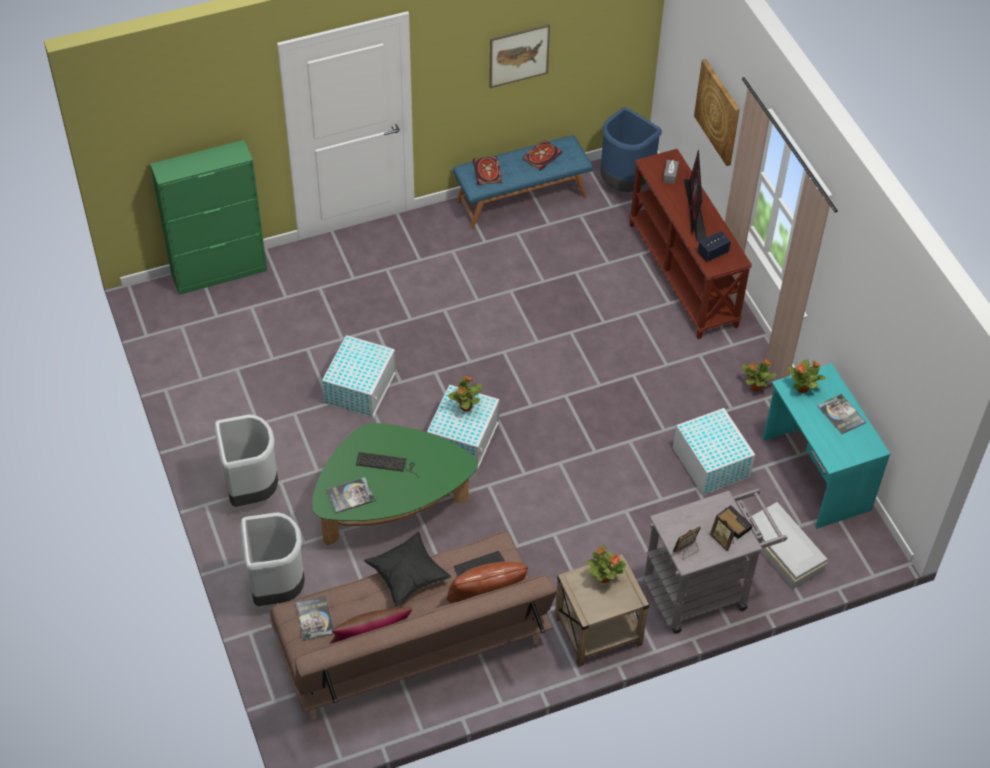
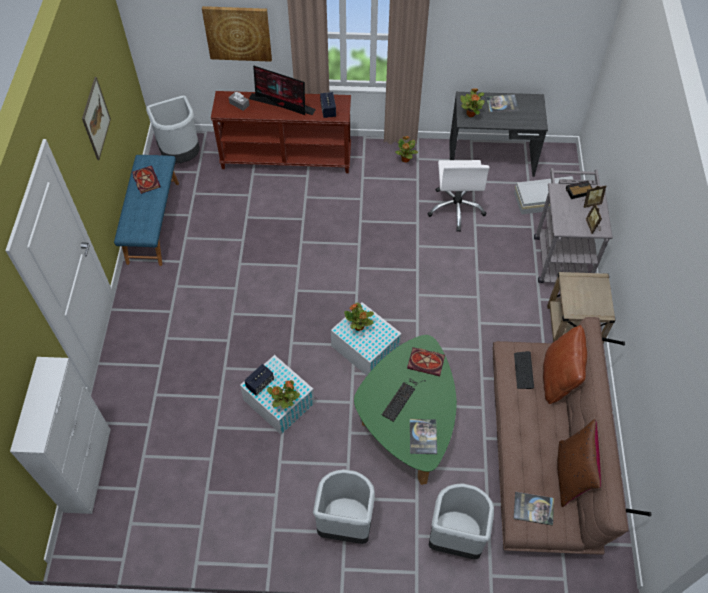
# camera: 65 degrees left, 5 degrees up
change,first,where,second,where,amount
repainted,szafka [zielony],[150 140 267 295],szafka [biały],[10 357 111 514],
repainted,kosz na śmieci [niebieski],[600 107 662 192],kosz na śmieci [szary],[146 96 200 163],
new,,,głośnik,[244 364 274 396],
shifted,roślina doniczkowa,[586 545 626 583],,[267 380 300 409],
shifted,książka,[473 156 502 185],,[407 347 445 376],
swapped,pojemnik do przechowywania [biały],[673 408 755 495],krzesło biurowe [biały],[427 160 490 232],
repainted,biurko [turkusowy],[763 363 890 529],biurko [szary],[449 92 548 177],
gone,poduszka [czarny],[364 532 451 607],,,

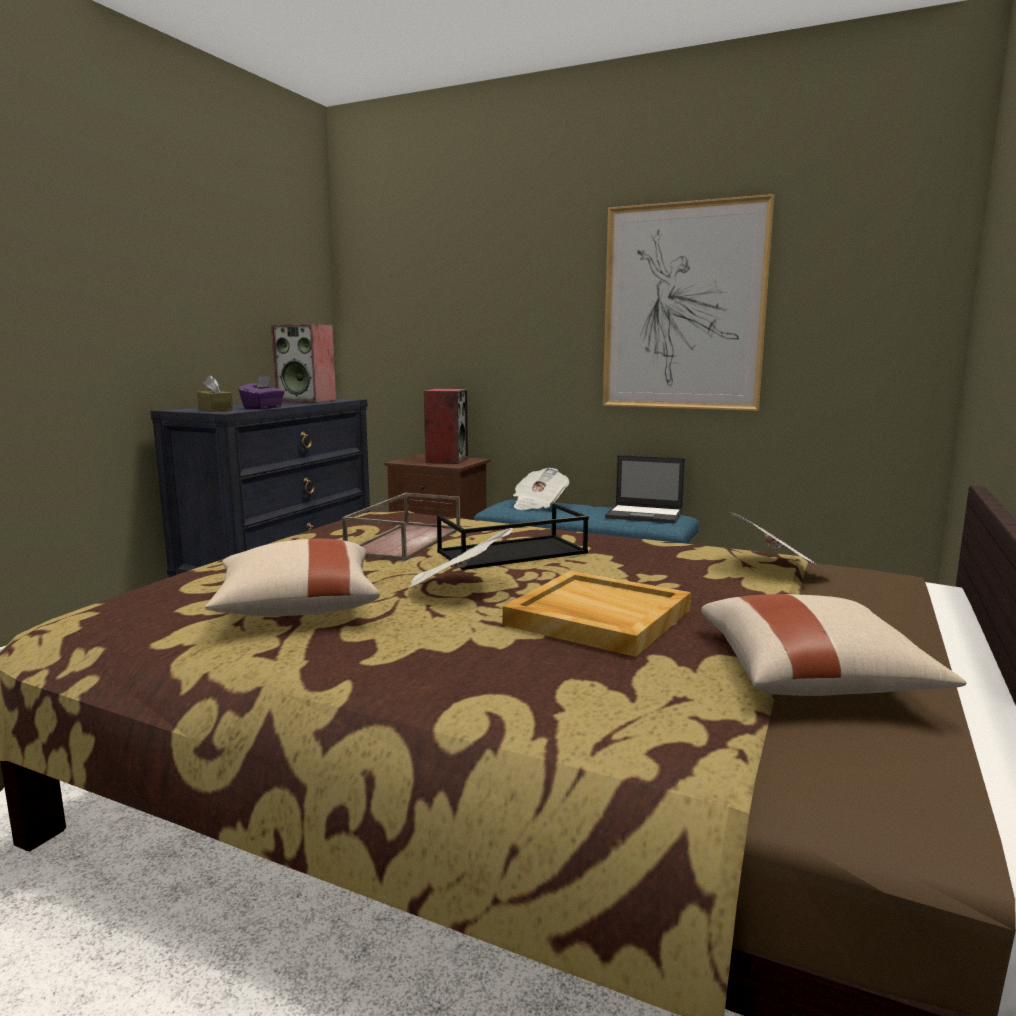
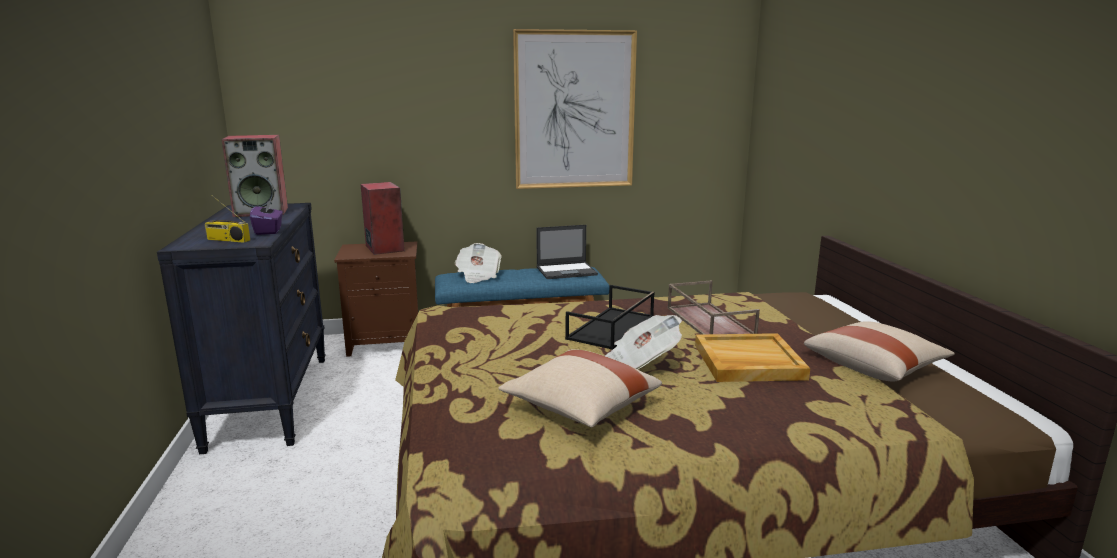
# camera: 35 degrees left, 5 degrees up
change,first,where,second,where,amount
swapped,pudełko chusteczek [brązowy],[197 375 233 411],radio,[204 195 250 243],
shifted,taca [brązowy],[342 493 460 561],,[668 280 760 334],
gone,gazeta,[730 512 834 571],,,

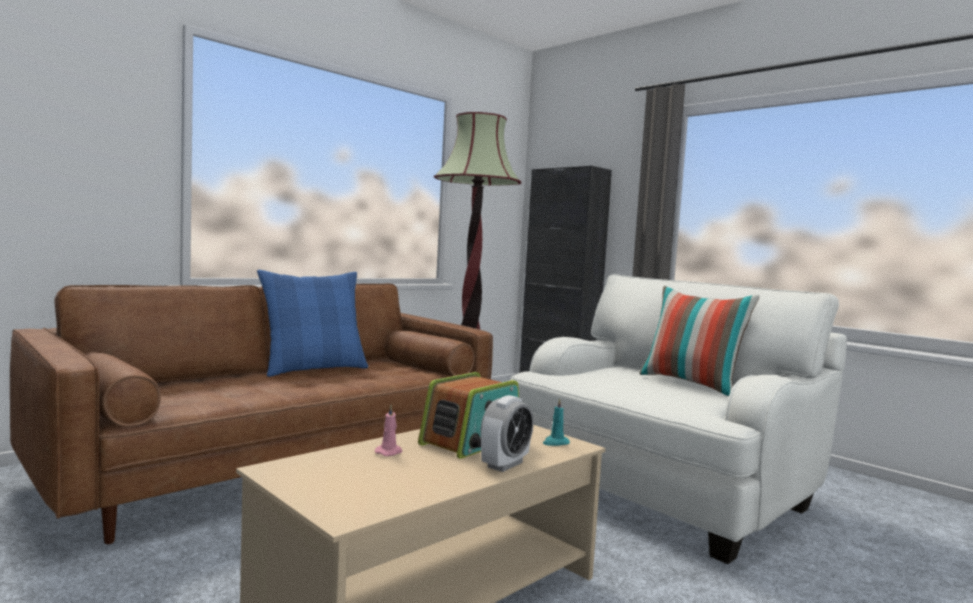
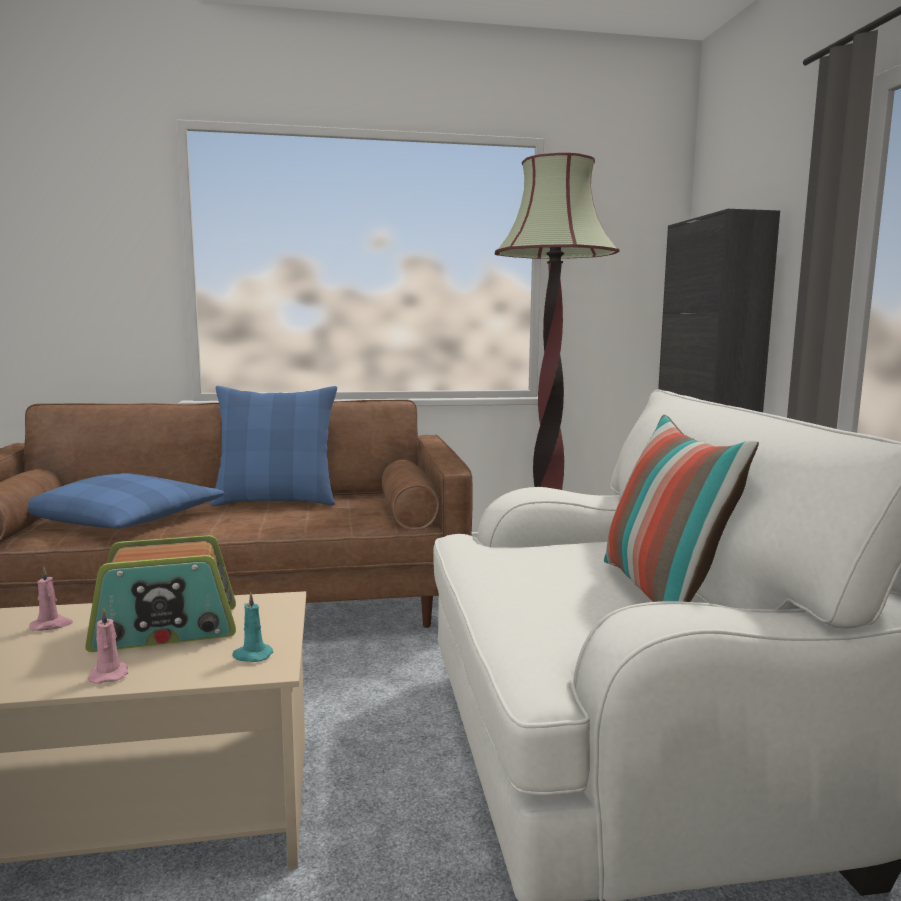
# camera: 35 degrees right, 5 degrees up
change,first,where,second,where,amount
new,,,poduszka [niebieski],[28 473 225 529],
swapped,budzik,[480 395 534 472],świeca [różowy],[88 608 128 684],

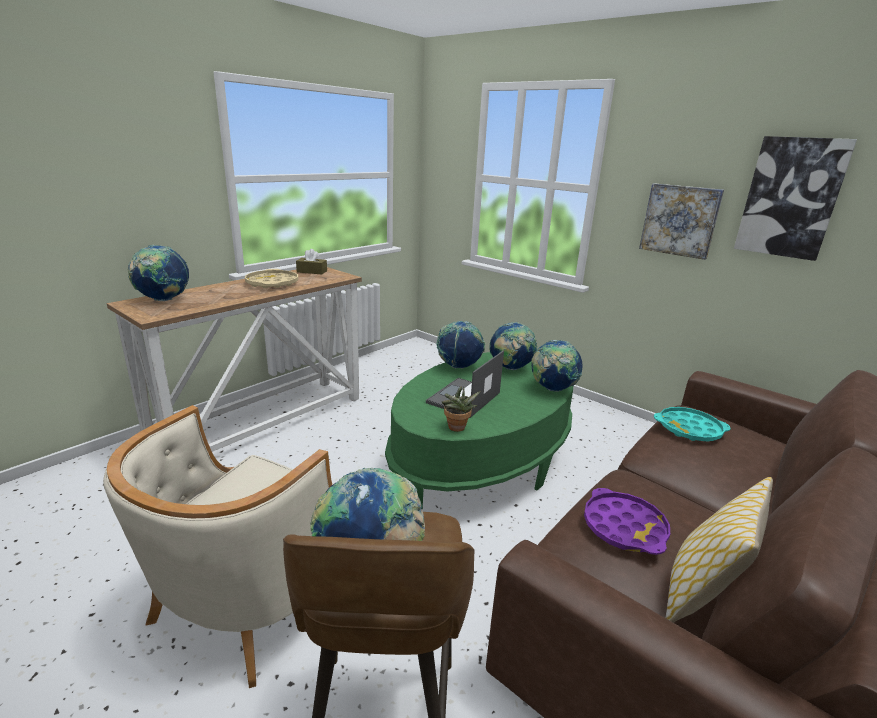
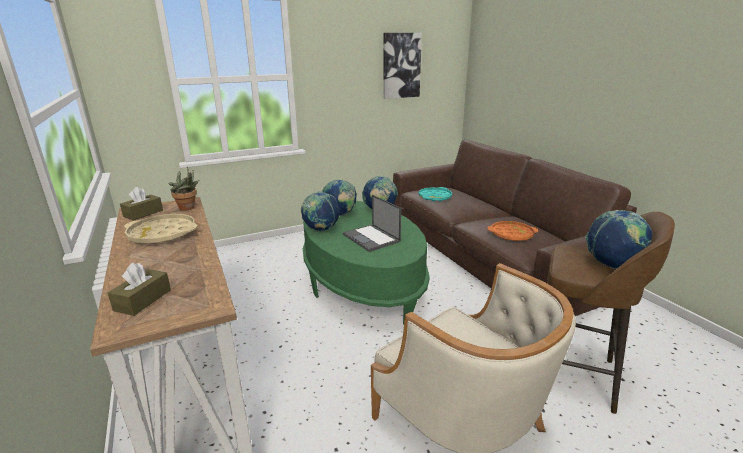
# camera: 65 degrees left, 0 degrees up
change,first,where,second,where,amount
swapped,globus,[128 245 189 301],pudełko chusteczek [brązowy],[108 263 171 316],
shifted,roślina doniczkowa,[441 387 480 432],,[168 167 199 211],
repainted,taca [fioletowy],[584 488 670 555],taca [pomarańczowy],[487 221 539 241],
gone,obraz,[639 183 724 260],,,
gone,poduszka,[665 477 773 623],,,

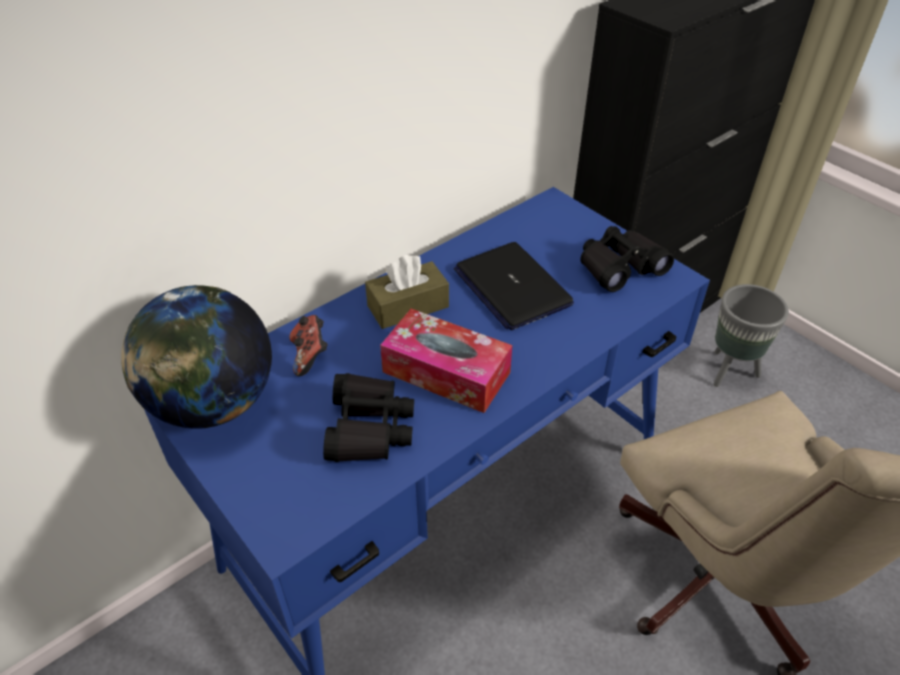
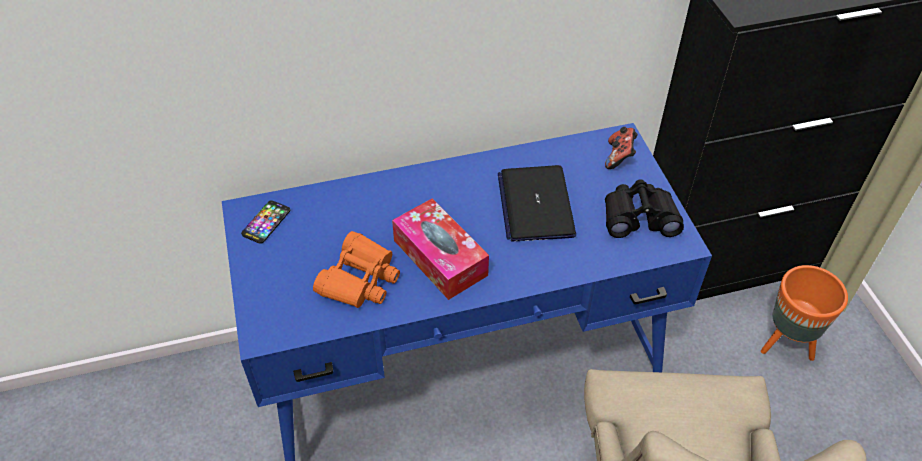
# camera: 25 degrees right, 5 degrees up
change,first,where,second,where,amount
swapped,globus,[121 285 272 429],telefon,[241 200 290 244],
repainted,lornetka [czarny],[323 373 414 462],lornetka [pomarańczowy],[313 231 400 308],
shifted,pad do gier,[289 315 328 376],,[605 127 638 169],
repainted,donica [szary],[713 284 789 387],donica [pomarańczowy],[761 265 848 361],
gone,pudełko chusteczek [brązowy],[365 255 449 329],,,

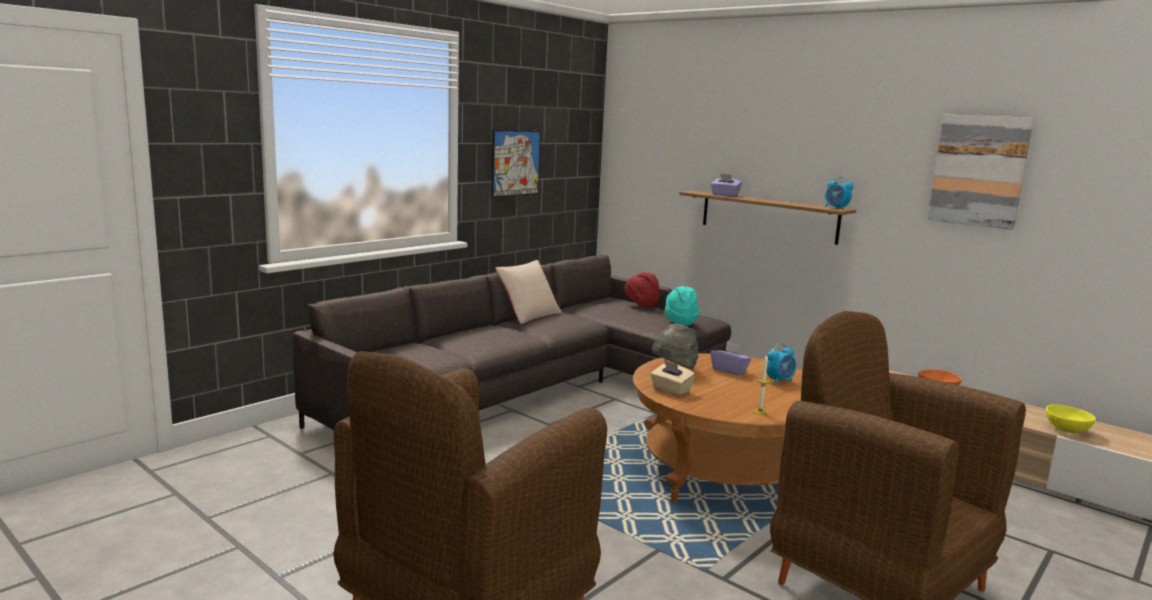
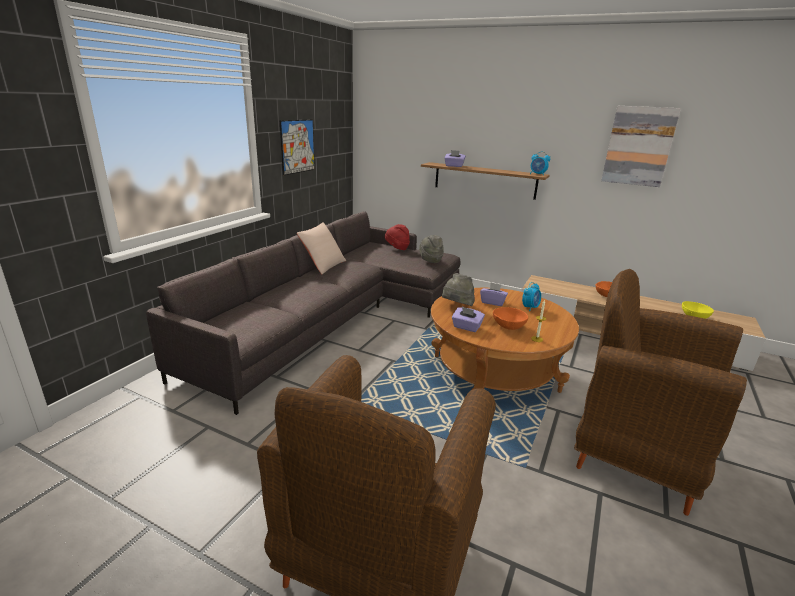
# camera: 15 degrees left, 10 degrees up
change,first,where,second,where,amount
repainted,kapelusz [turkusowy],[665 286 699 326],kapelusz [szary],[419 235 444 263],
repainted,pudełko chusteczek [beżowy],[650 360 695 396],pudełko chusteczek [fioletowy],[452 307 485 332],
new,,,miska [pomarańczowy],[493 307 528 330],

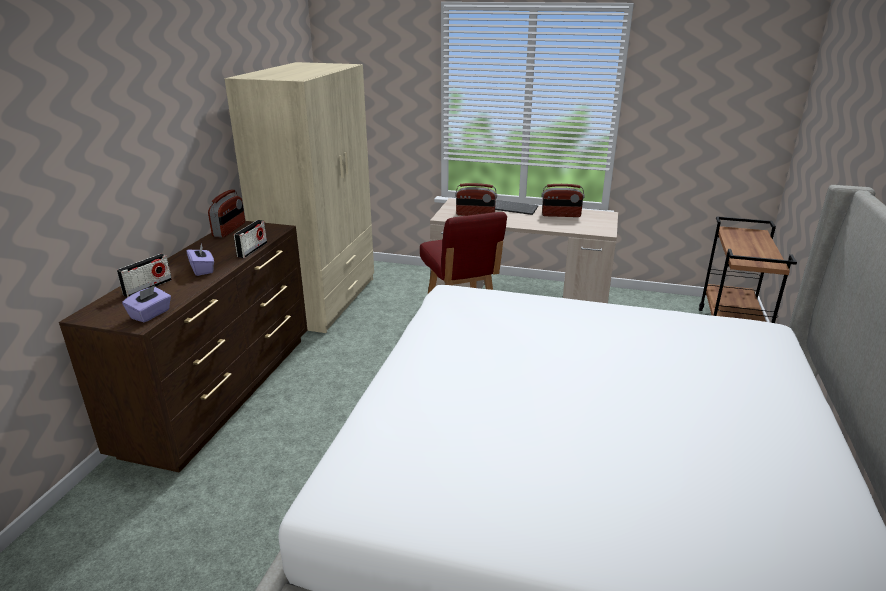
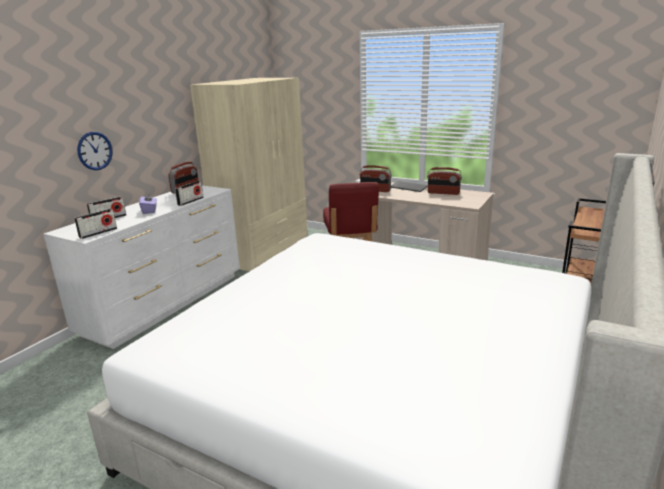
# camera: 15 degrees right, 5 degrees down
change,first,where,second,where,amount
repainted,komoda [brązowy],[59 221 307 473],komoda [biały],[43 185 240 349],
swapped,pudełko chusteczek [fioletowy],[122 285 171 322],radio,[74 209 117 239],
new,,,zegar ścienny,[77 132 113 170],

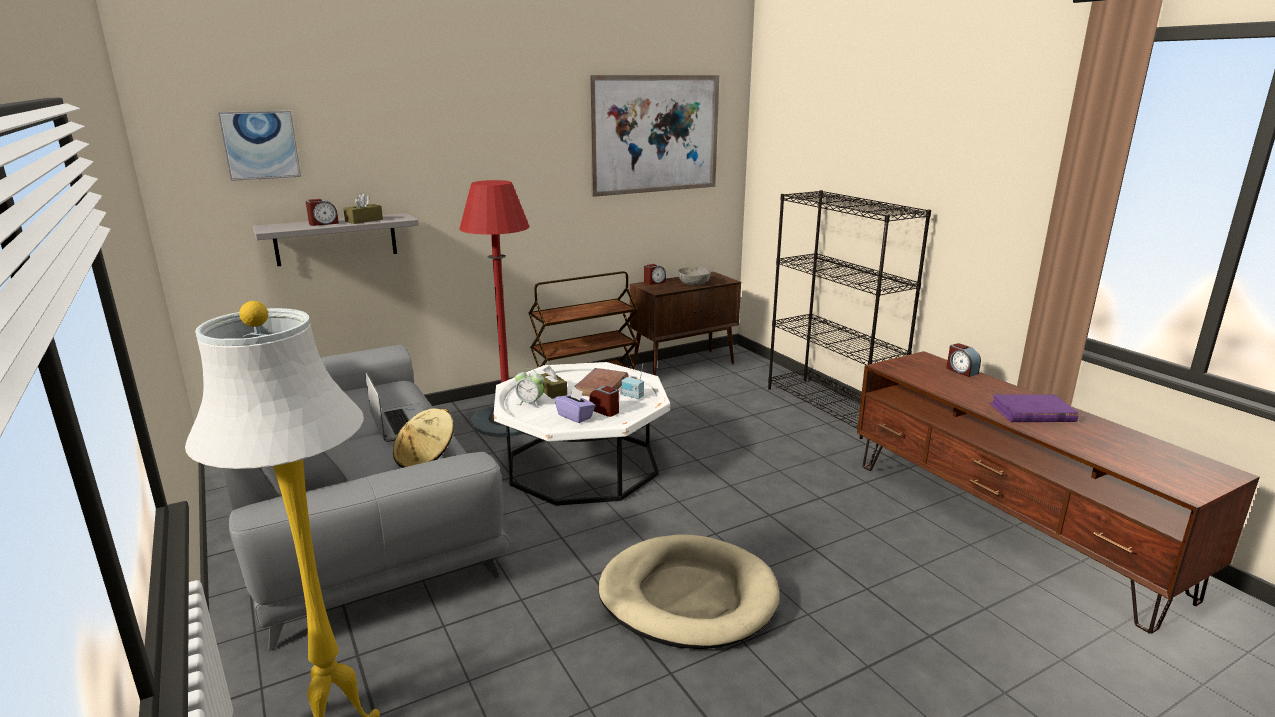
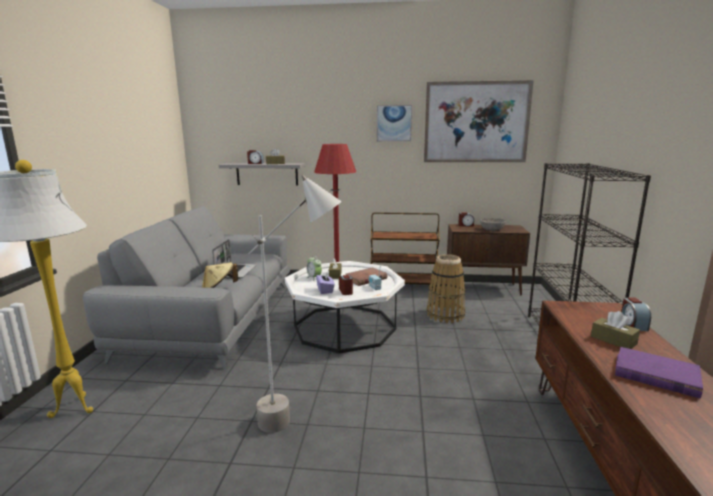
# camera: 35 degrees right, 5 degrees down
change,first,where,second,where,amount
swapped,legowisko [beżowy],[598 534 779 649],lampa stojąca [szary],[248 175 342 433],
shifted,obraz,[218 111 301 181],,[377 105 412 141],
new,,,koszyk,[426 254 465 323],
new,,,pudełko chusteczek [brązowy],[591 311 640 349],

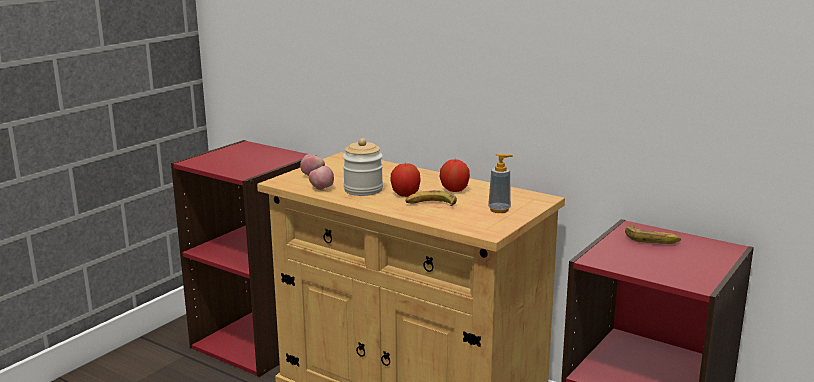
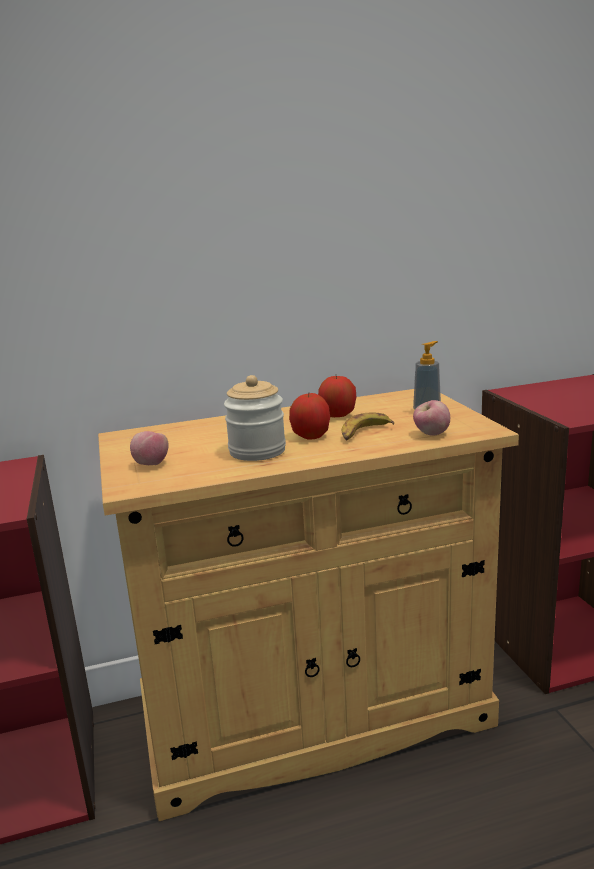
# camera: 50 degrees left, 0 degrees up
change,first,where,second,where,amount
shifted,jabłko,[309 166 334 190],,[413 400 450 436],
gone,banan,[625 226 681 244],,,

